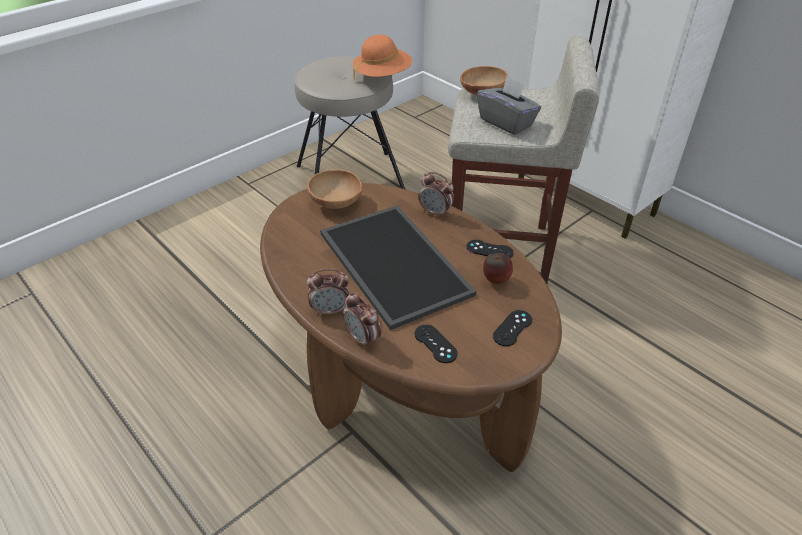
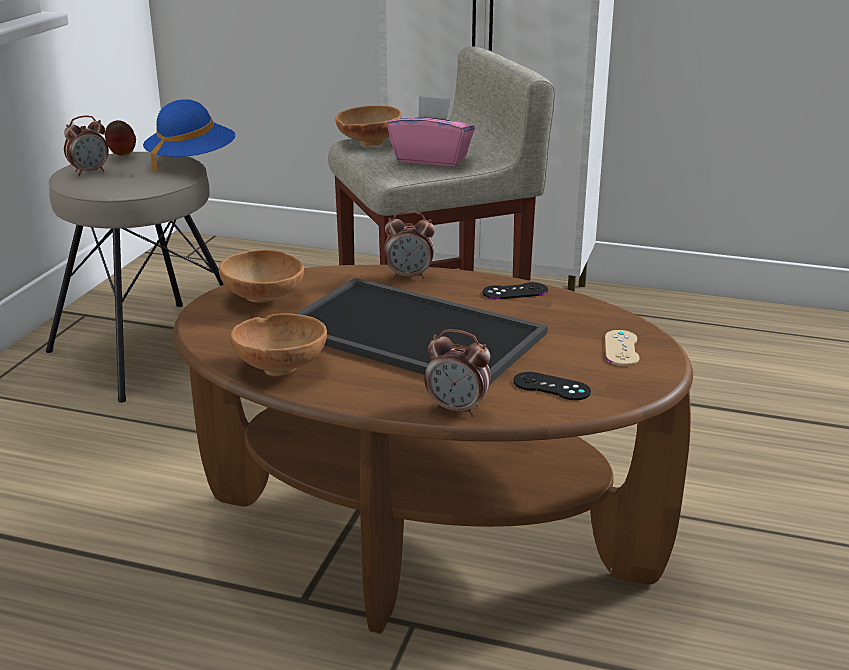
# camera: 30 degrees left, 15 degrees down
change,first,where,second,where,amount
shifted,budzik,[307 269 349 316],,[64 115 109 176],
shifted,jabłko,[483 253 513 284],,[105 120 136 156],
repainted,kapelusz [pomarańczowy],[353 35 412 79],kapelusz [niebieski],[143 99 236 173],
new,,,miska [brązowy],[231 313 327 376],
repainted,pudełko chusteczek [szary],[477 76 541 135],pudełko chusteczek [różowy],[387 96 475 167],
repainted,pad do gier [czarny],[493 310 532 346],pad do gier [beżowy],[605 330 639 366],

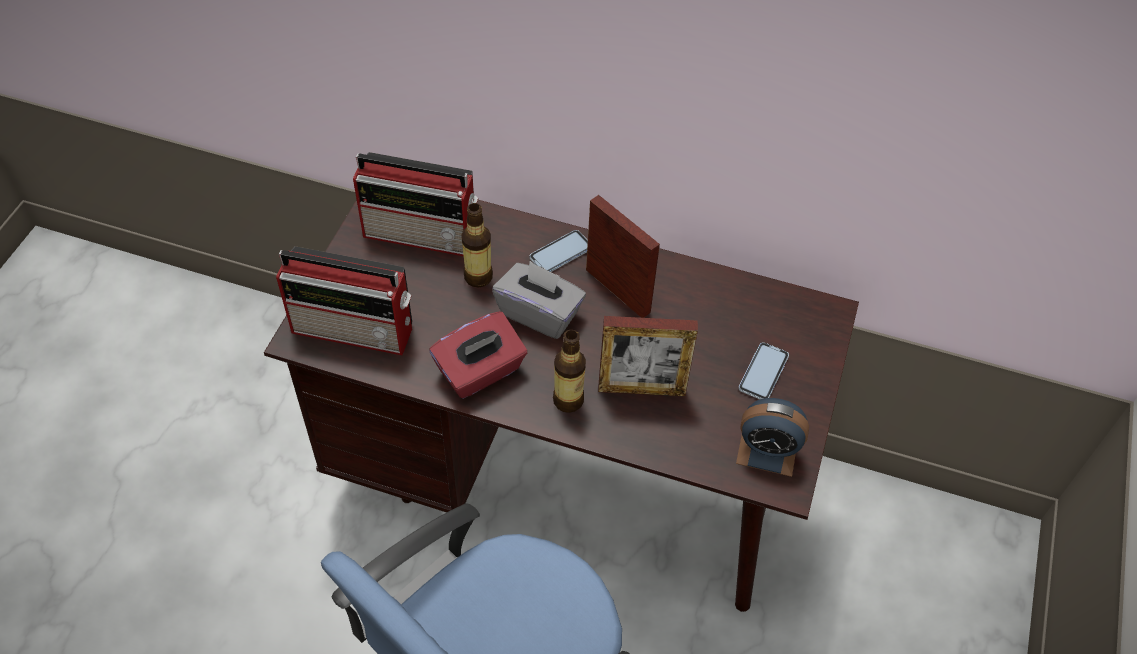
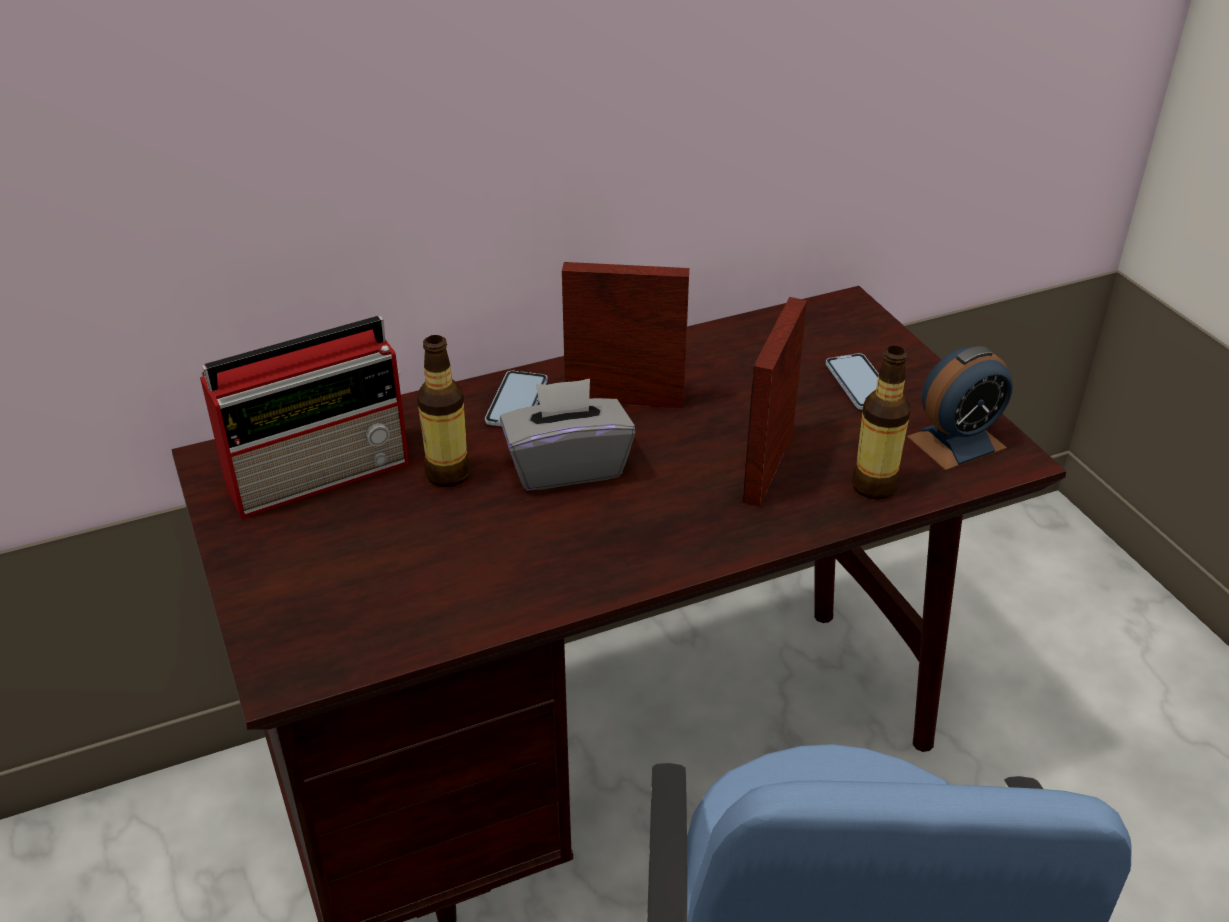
# camera: 40 degrees left, 15 degrees down
change,first,where,second,where,amount
rotated,ramka na zdjęcie,[598 316 698 396],,[743 297 807 507],150 degrees clockwise
shifted,butelka,[553 330 586 413],,[852 346 910 500],
gone,radio,[276 246 412 355],,,
gone,pudełko chusteczek [czerwony],[429 311 527 399],,,

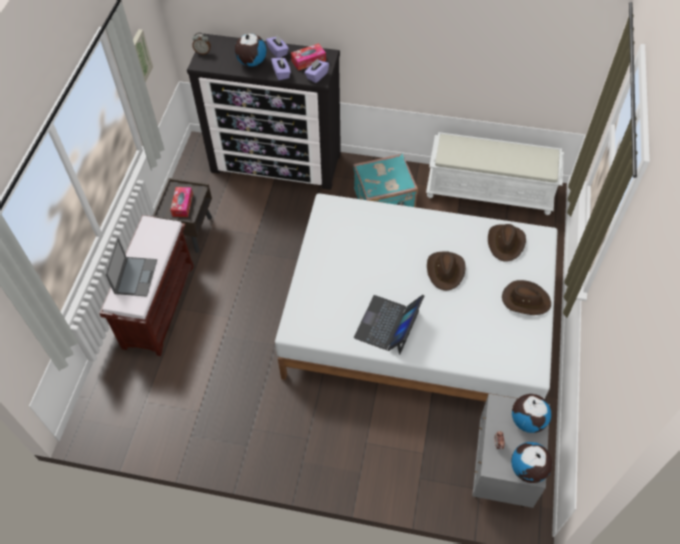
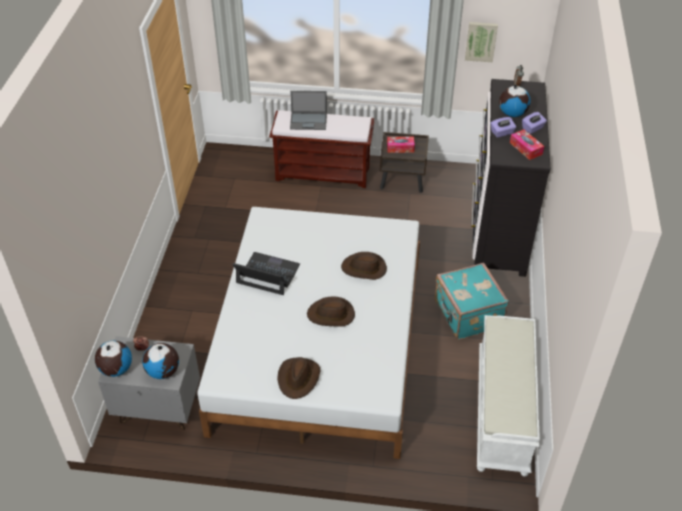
# camera: 85 degrees right, 10 degrees down
change,first,where,second,where,amount
shifted,kapelusz [brązowy],[488 224 526 262],,[341 252 387 280],
gone,pudełko chusteczek [fioletowy],[304 59 329 83],,,

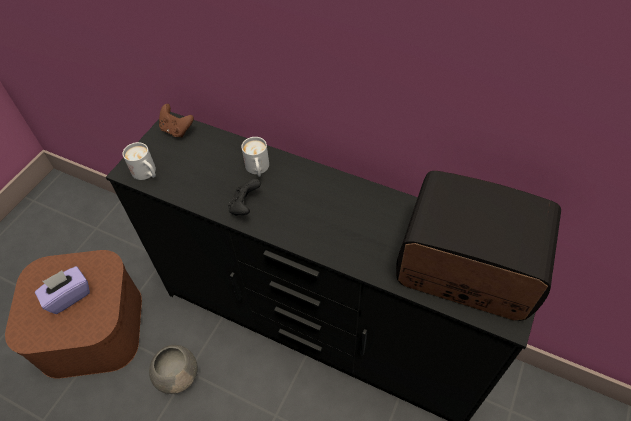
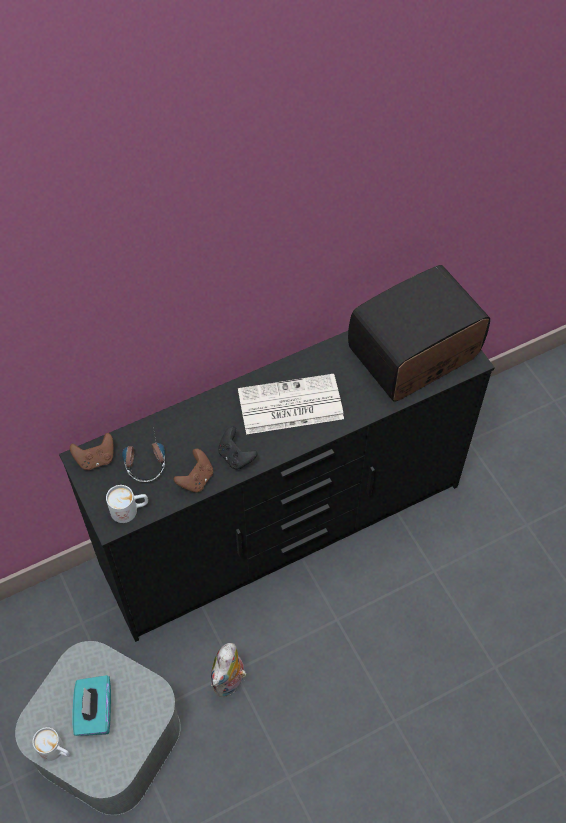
# camera: 55 degrees left, 5 degrees up
change,first,where,second,where,amount
repainted,pojemnik do przechowywania [brązowy],[5 250 142 378],pojemnik do przechowywania [szary],[15 641 181 815],
shifted,kubek [biały],[241 137 269 177],,[33 727 70 761],
repainted,pudełko chusteczek [fioletowy],[35 266 90 314],pudełko chusteczek [turkusowy],[73 675 111 736],
new,,,słuchawki,[122 428 165 482],
new,,,pad do gier [brązowy],[174 449 213 492],
swapped,miska [szary],[149 345 198 394],pluszak,[211 643 247 697],
new,,,gazeta,[238 374 344 434],

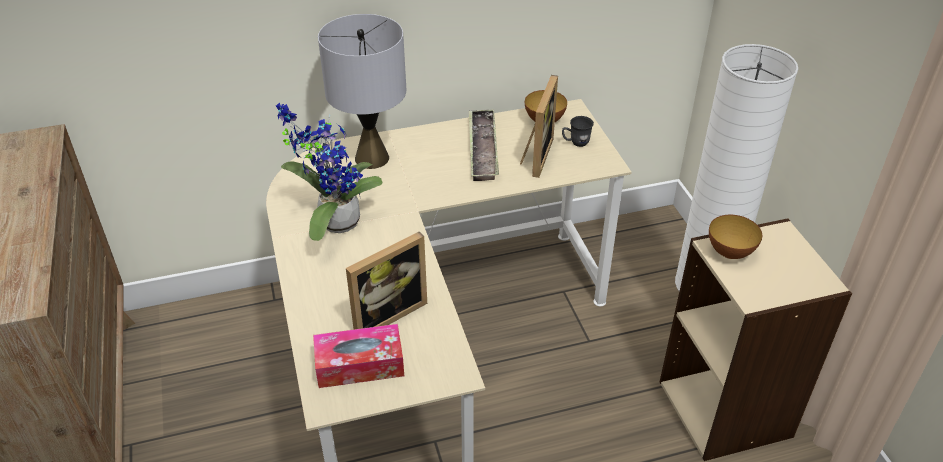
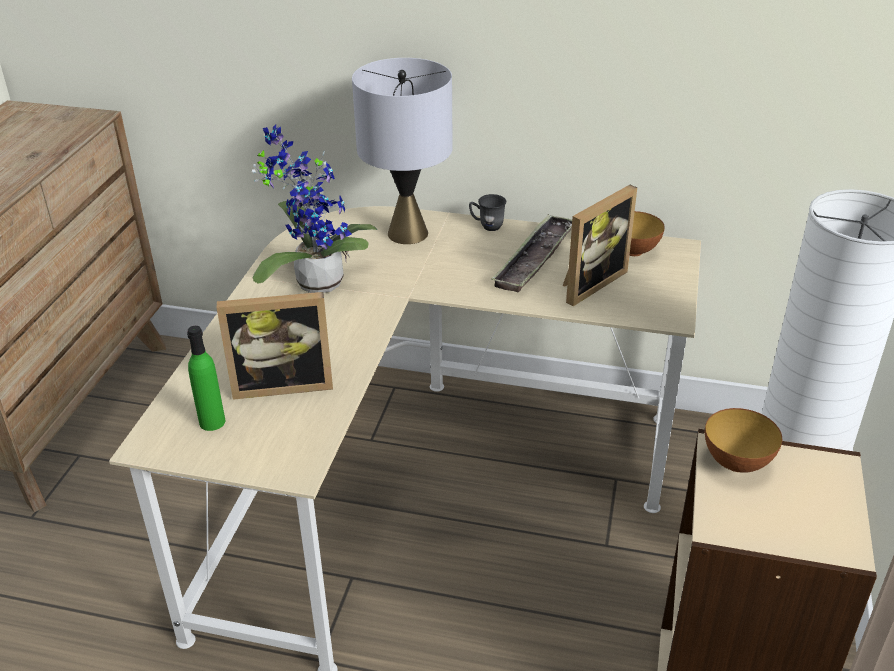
# camera: 30 degrees right, 5 degrees down
change,first,where,second,where,amount
swapped,pudełko chusteczek,[313 324 404 388],butelka [zielony],[187 326 225 431],
shifted,kubek [szary],[562 116 594 147],,[469 194 506 231],

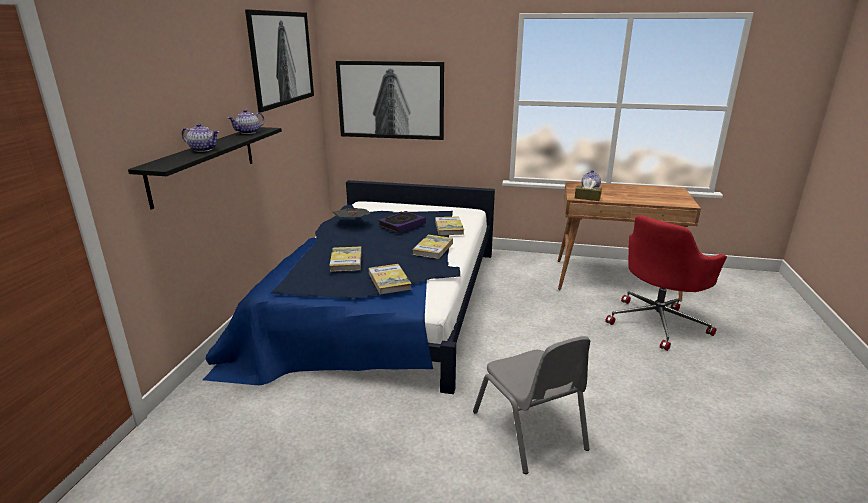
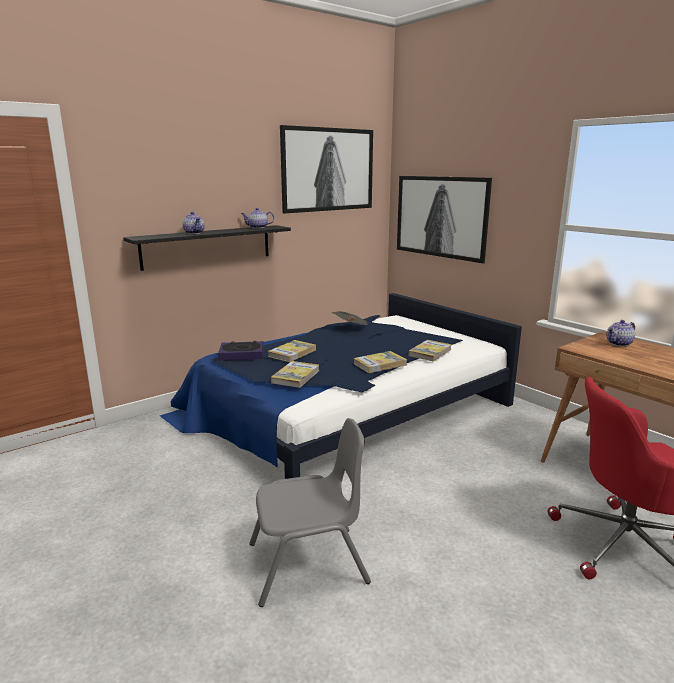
# camera: 40 degrees right, 5 degrees down
change,first,where,second,where,amount
shifted,książka,[378 211 426 233],,[218 341 263 361],
rotated,krzesło [szary],[473 336 591 474],,[250 418 371 607],120 degrees counterclockwise
gone,pudełko chusteczek [brązowy],[575 178 602 201],,,

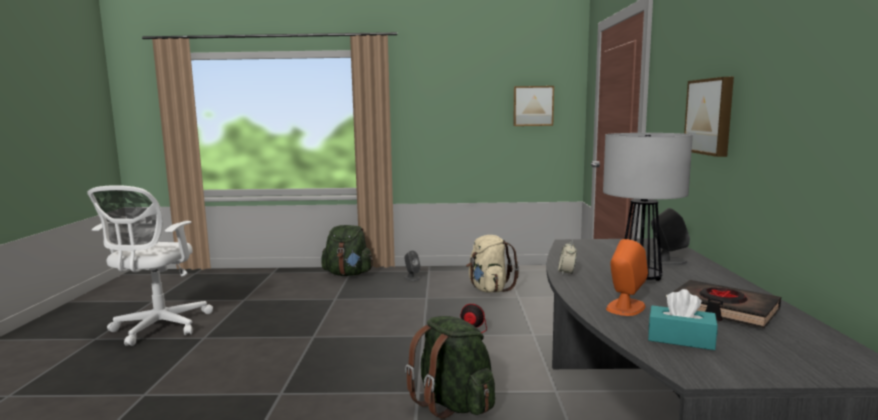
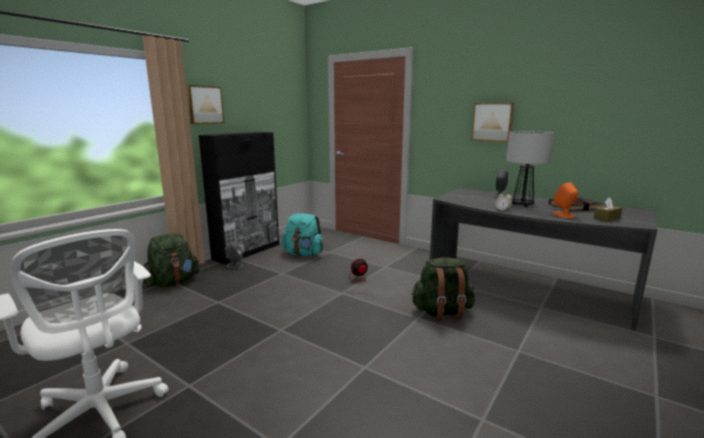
# camera: 55 degrees left, 5 degrees up
change,first,where,second,where,amount
shifted,obraz,[513 86 554 126],,[186 85 224 124],
new,,,szafka [czarny],[199 132 279 265],
repainted,plecak [beżowy],[466 235 519 293],plecak [turkusowy],[282 213 323 256],
repainted,pudełko chusteczek [turkusowy],[648 289 718 350],pudełko chusteczek [brązowy],[593 197 622 222],

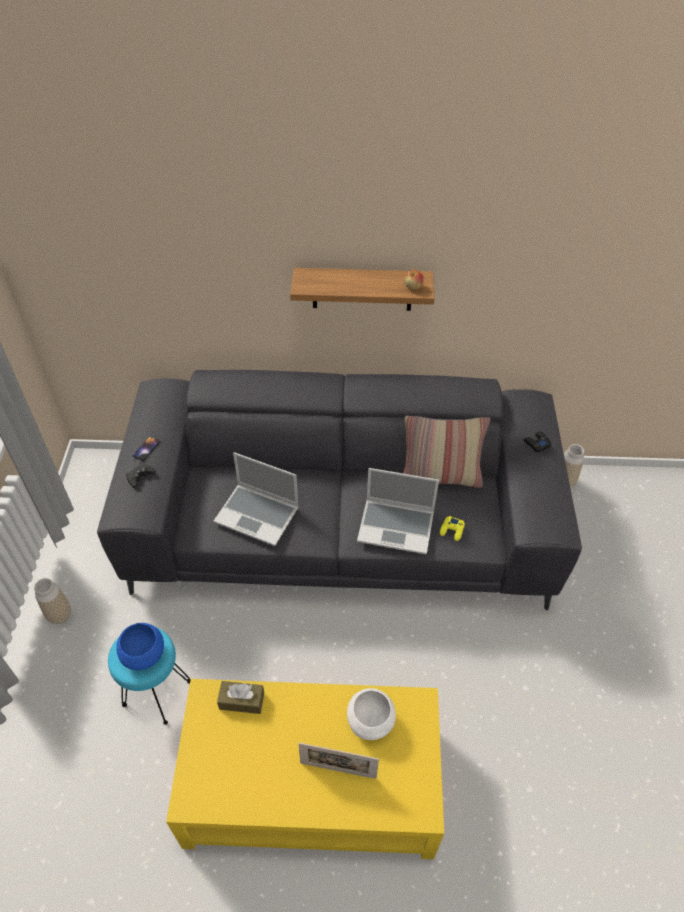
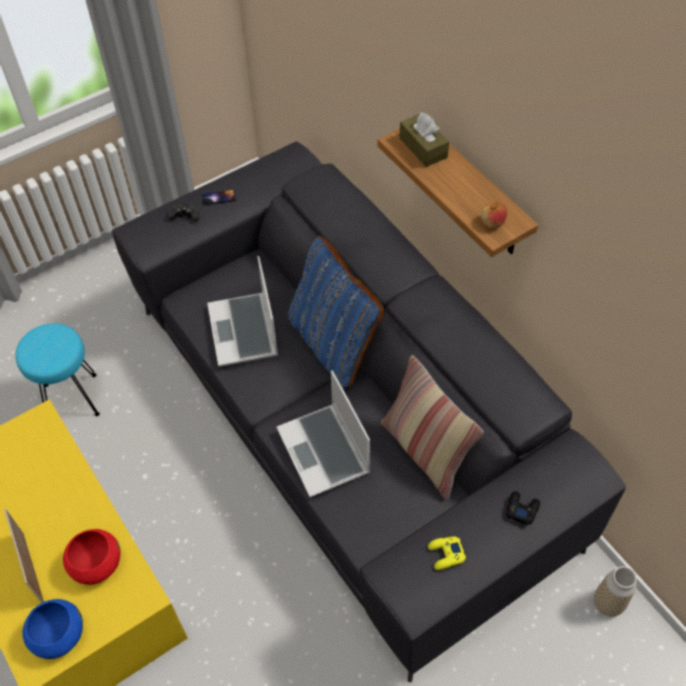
# camera: 55 degrees right, 5 degrees up
change,first,where,second,where,amount
shifted,miska [niebieski],[116 623 164 670],,[23 599 83 659],
repainted,miska [biały],[347 688 396 740],miska [czerwony],[63 529 120 585],
new,,,poduszka [niebieski],[288 236 384 388],
shifted,pudełko chusteczek [brązowy],[217 681 264 714],,[399 112 449 167],
shifted,pad do gier [żółty],[440 516 465 541],,[428 536 466 570],
gone,wazon,[34 578 71 624],,,

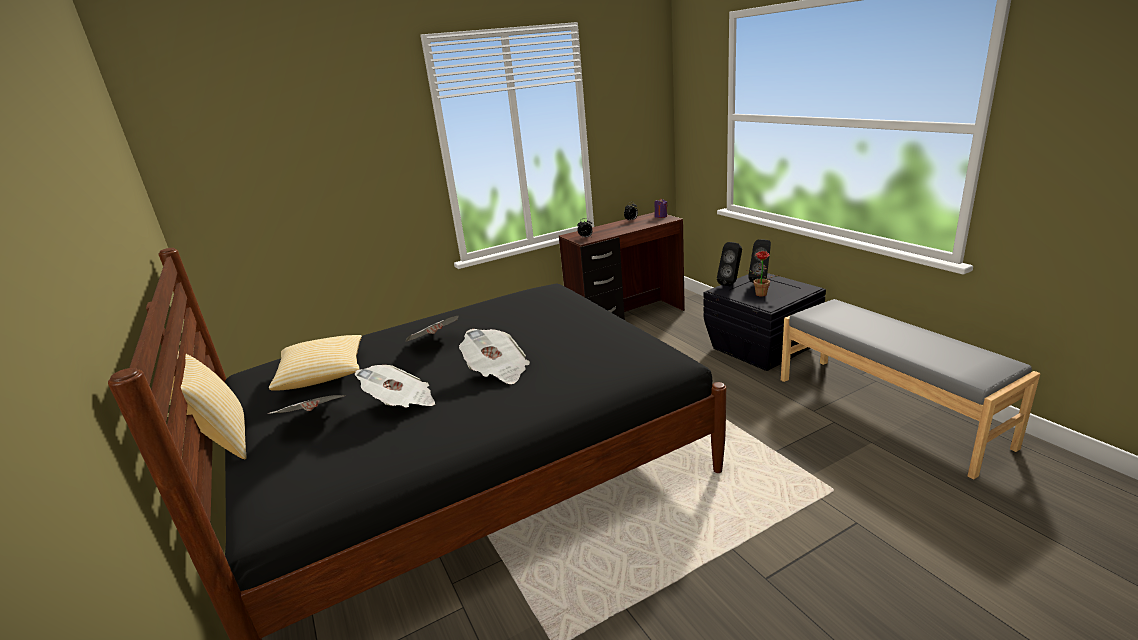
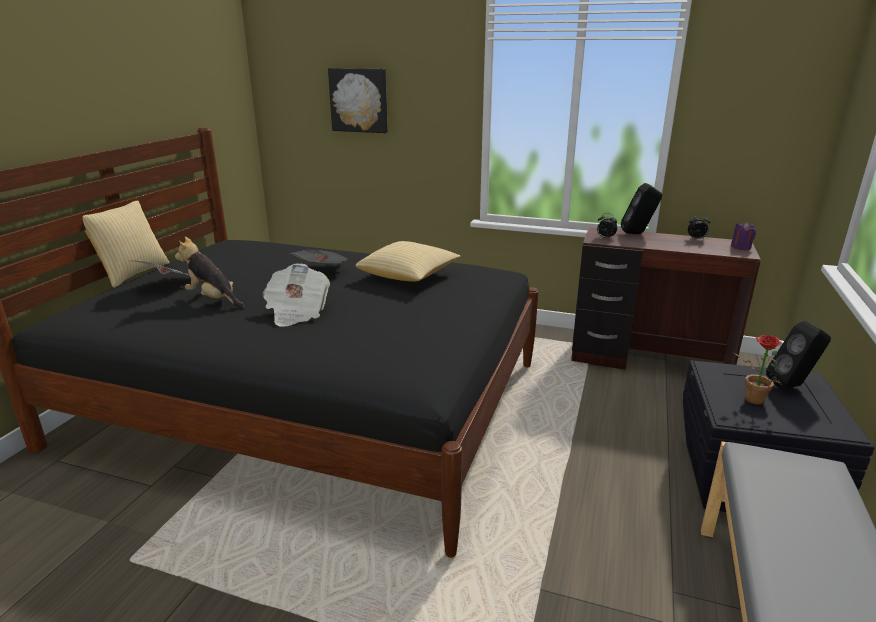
# camera: 45 degrees right, 0 degrees up
change,first,where,second,where,amount
swapped,gazeta,[355 365 435 408],pluszak,[175 237 245 308],
new,,,obraz,[328 68 388 133],
shifted,poduszka,[269 335 362 391],,[356 241 461 281],
shifted,głośnik [czarny],[717 242 742 286],,[621 183 662 234],

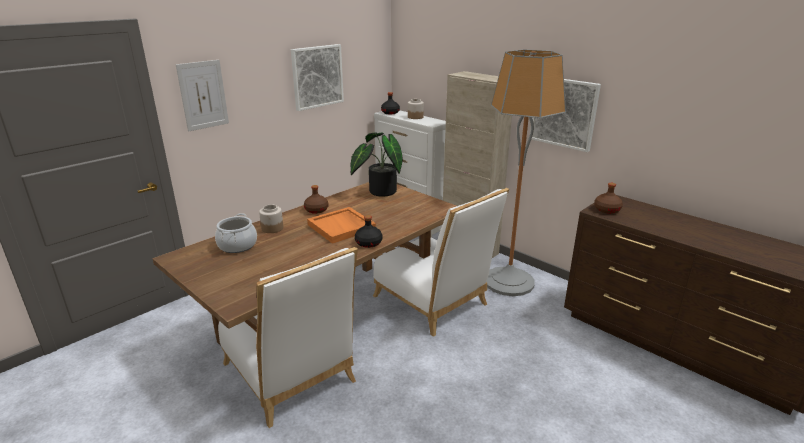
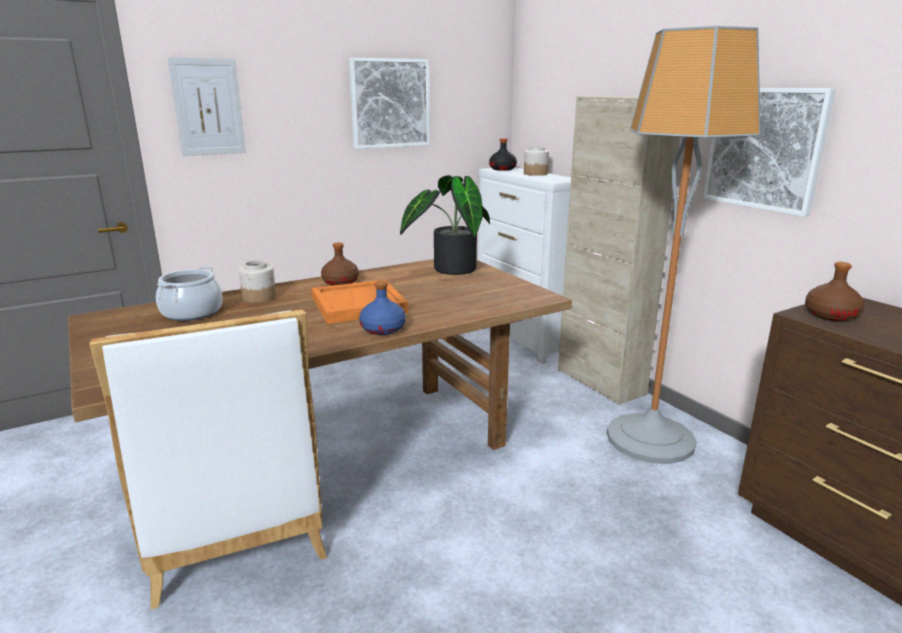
# camera: 15 degrees right, 5 degrees down
change,first,where,second,where,amount
repainted,butelka [czarny],[355 215 382 248],butelka [niebieski],[359 281 406 335],
gone,krzesło [biały],[373 188 509 337],,,

